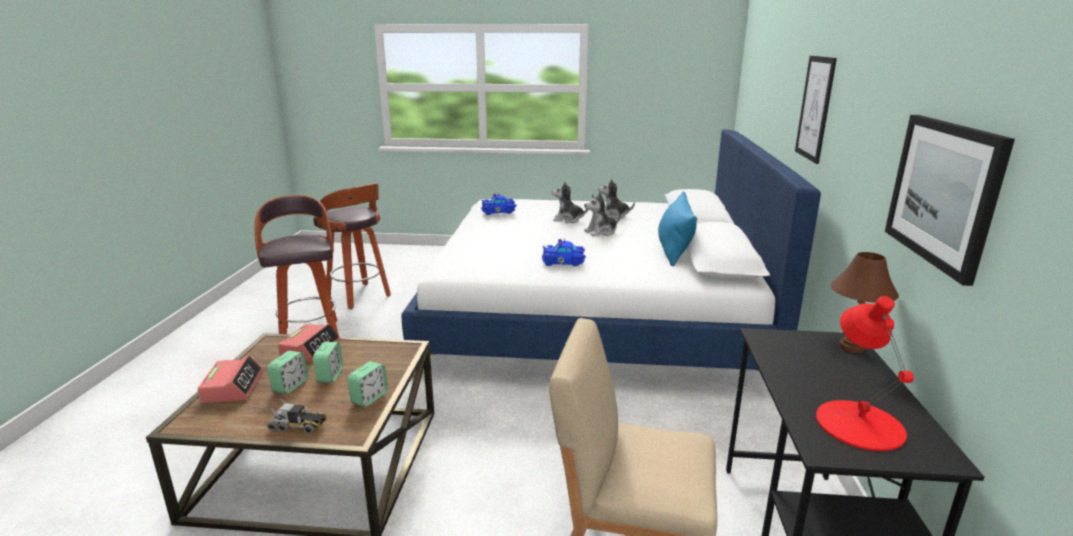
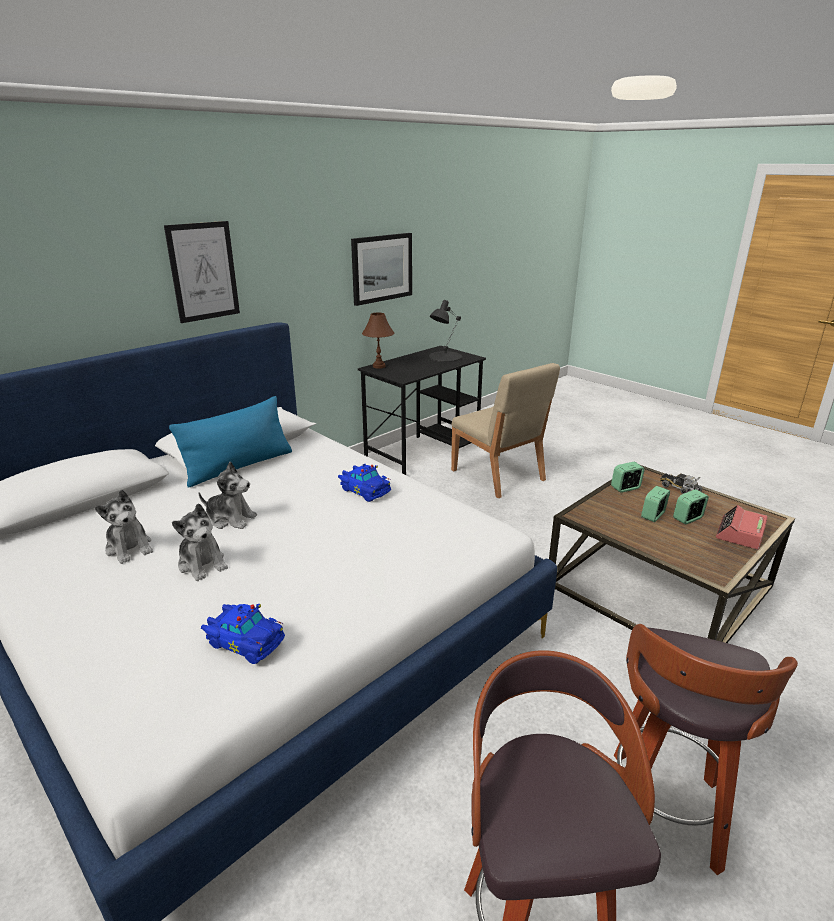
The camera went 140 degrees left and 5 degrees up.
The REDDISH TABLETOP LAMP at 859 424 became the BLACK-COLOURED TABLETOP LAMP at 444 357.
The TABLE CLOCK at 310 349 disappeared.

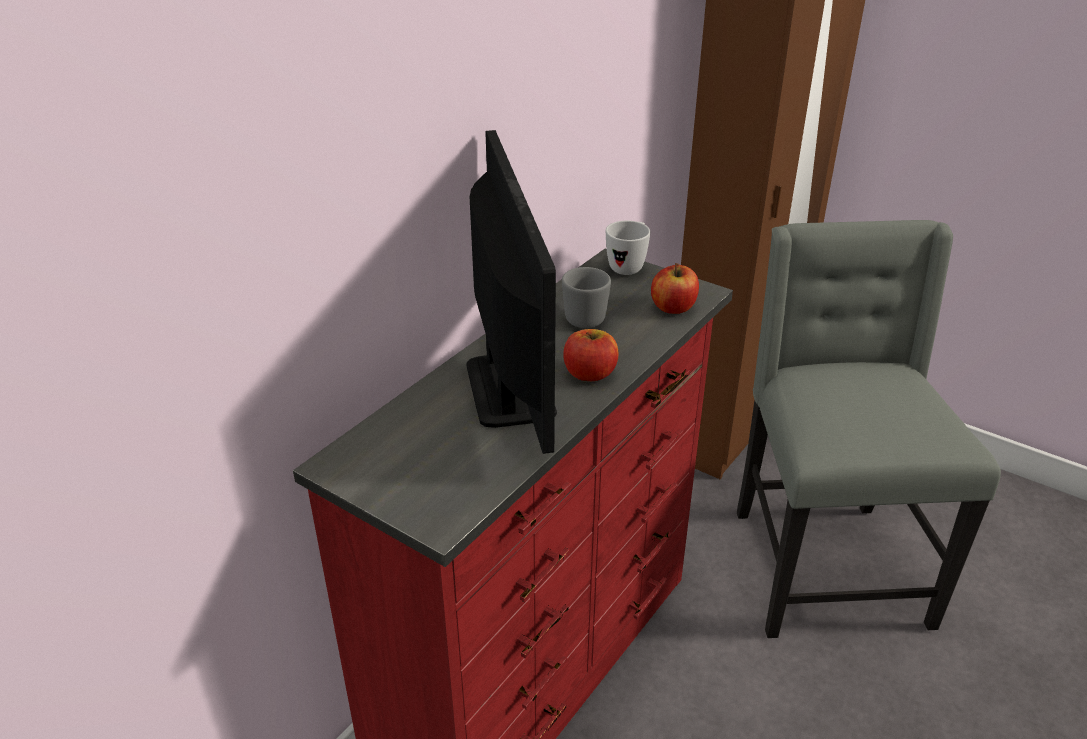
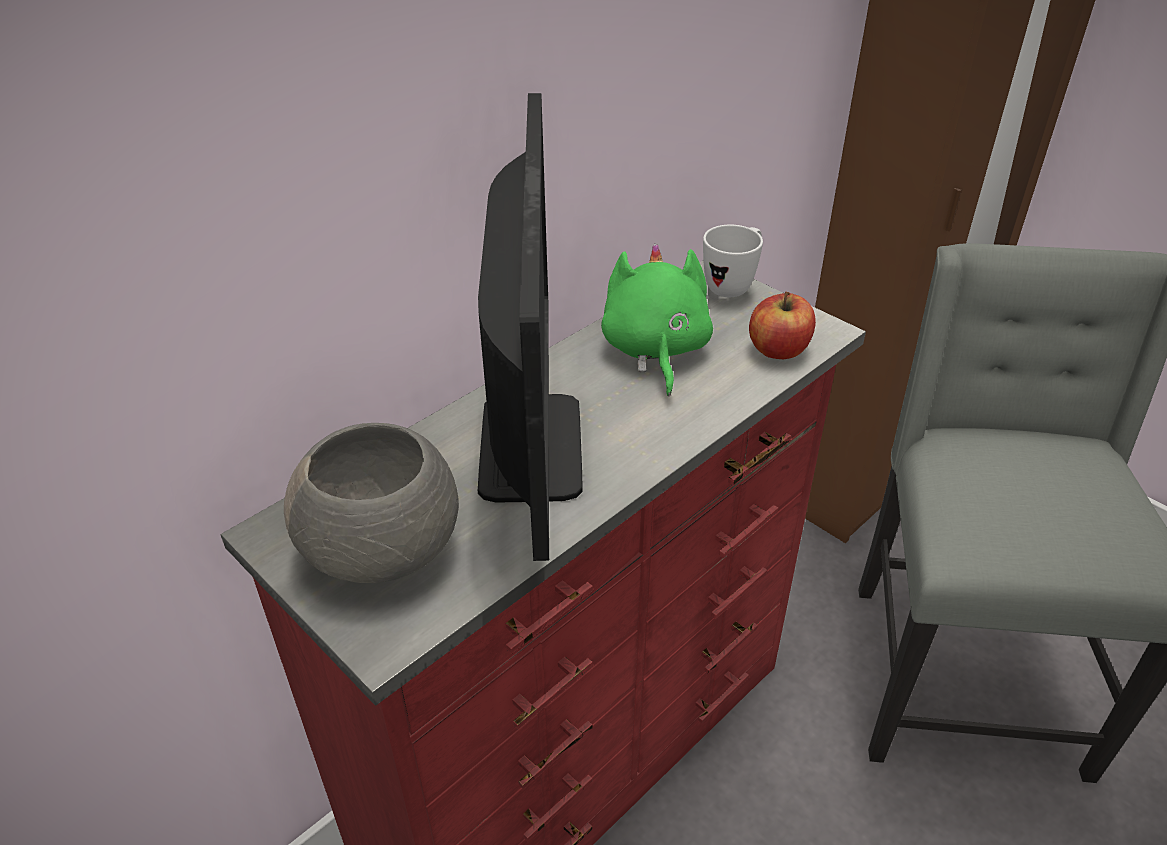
The camera went 10 degrees right and 5 degrees up.
The GRAY SERVING BOWL at 384 548 appeared.
The GRAY MUG at 583 316 was replaced by the GREEN PLUSH TOY at 655 350.
The WHOLE APPLE at 590 373 disappeared.

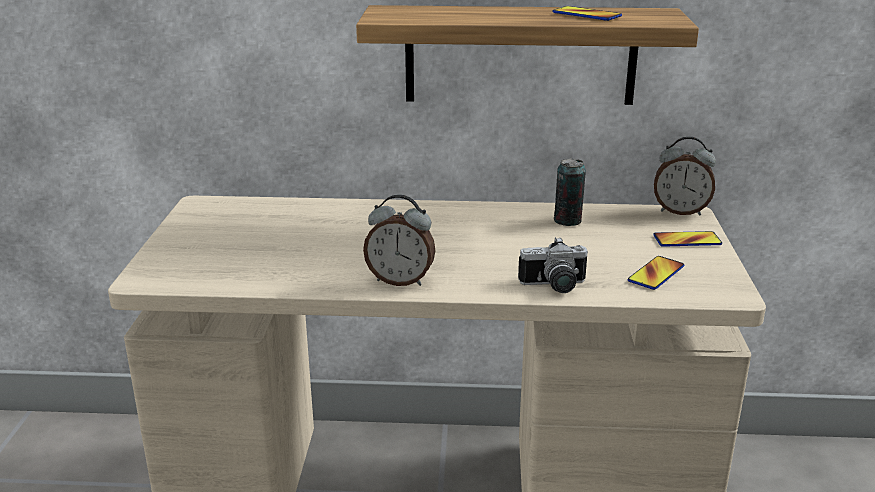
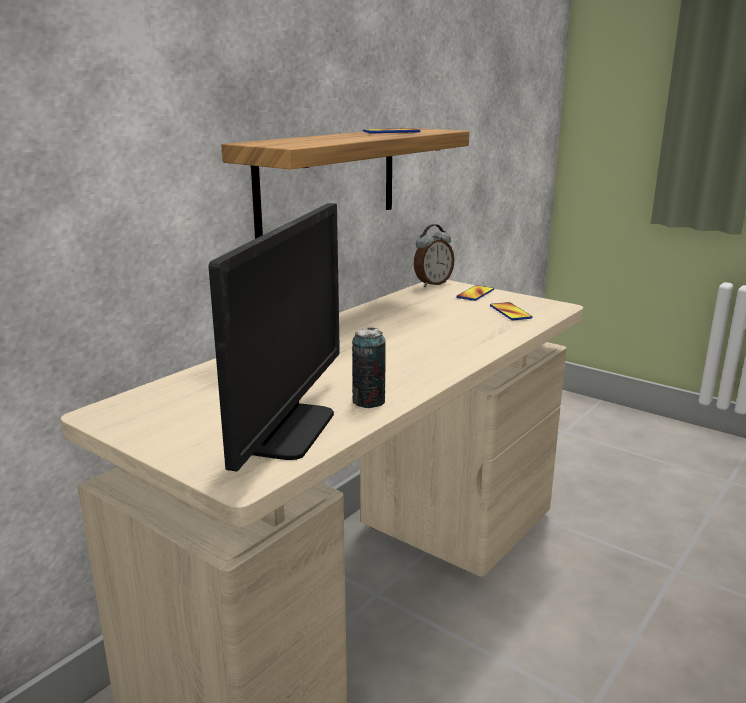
The camera went 55 degrees left and 5 degrees down.
The MONITOR at 285 430 appeared.
The CAN moved from 567 221 to 368 402.
The TABLE CLOCK at 400 280 disappeared.
The PHOTO CAMERA at 554 287 disappeared.

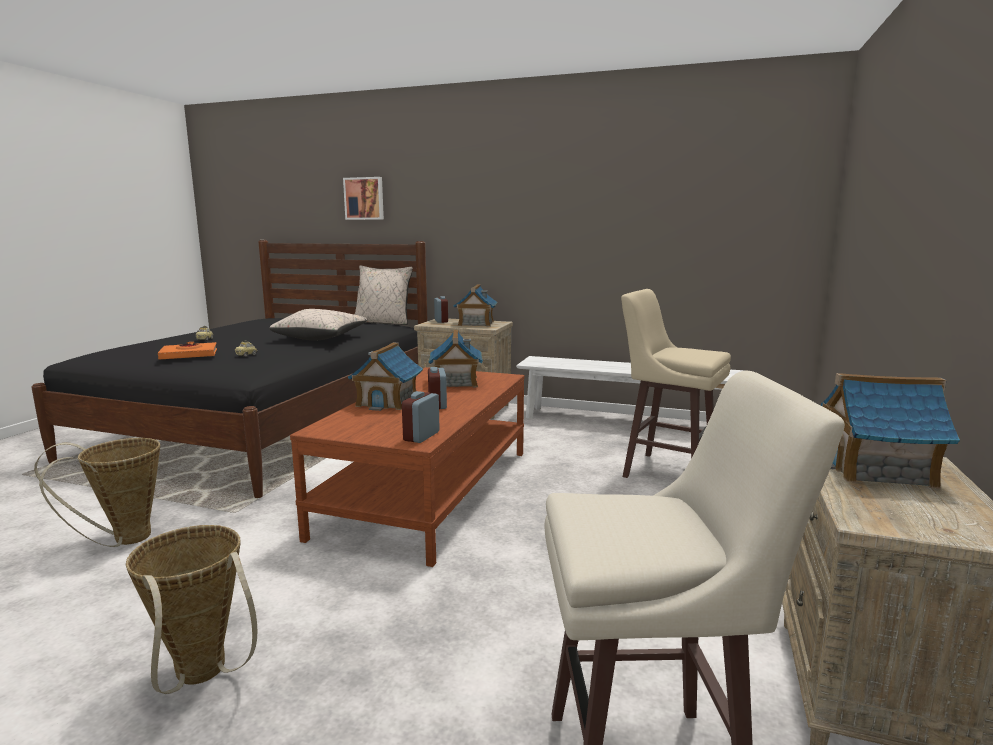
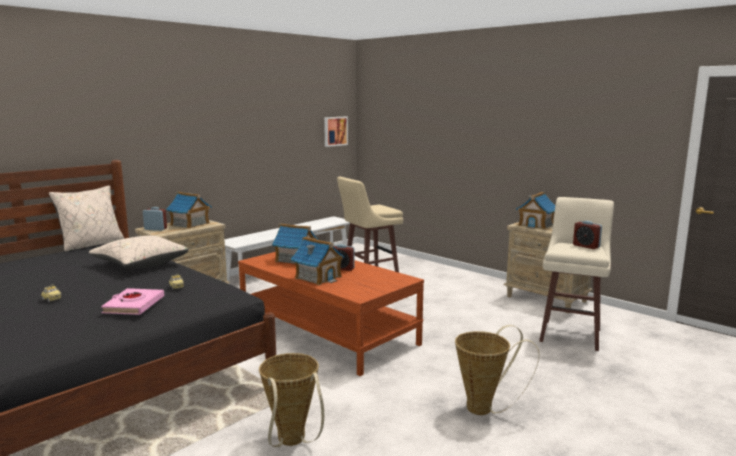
The camera went 65 degrees left and 0 degrees up.
The ORANGEY BOUND BOOK at 189 355 became the PINKISH BOUND BOOK at 133 305.
The WALL PICTURE moved from 364 198 to 335 131.
The TABLE CLOCK moved from 421 436 to 586 246.

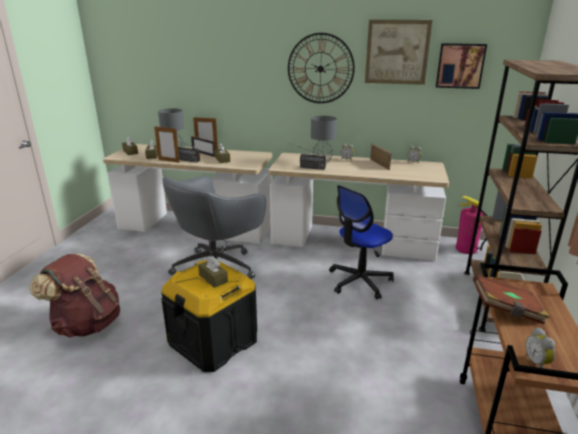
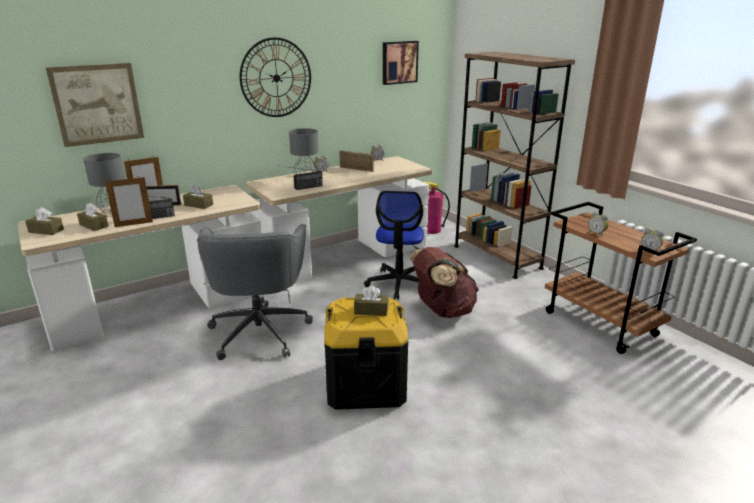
The camera went 45 degrees left and 0 degrees up.
The WALL PICTURE moved from 397 52 to 97 104.
The BROWNISH KNAPSACK moved from 87 324 to 442 311.
The BROWNISH BOUND BOOK at 506 310 was replaced by the TABLE CLOCK at 597 234.

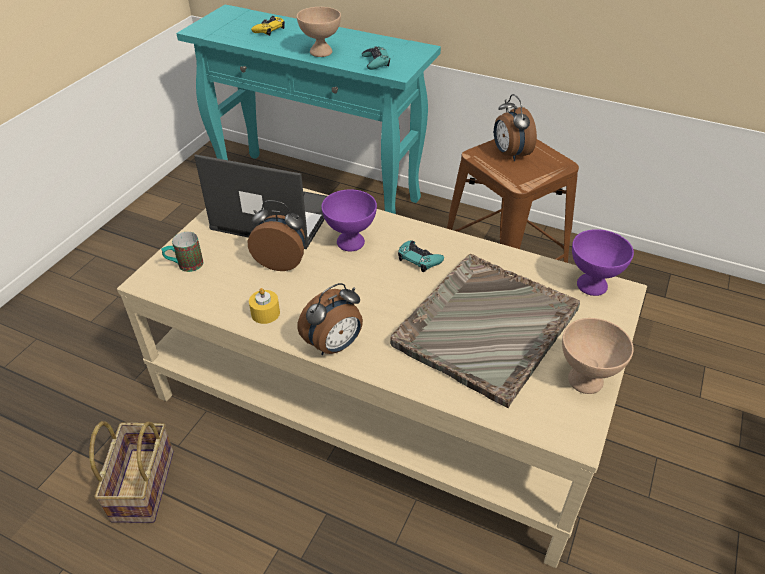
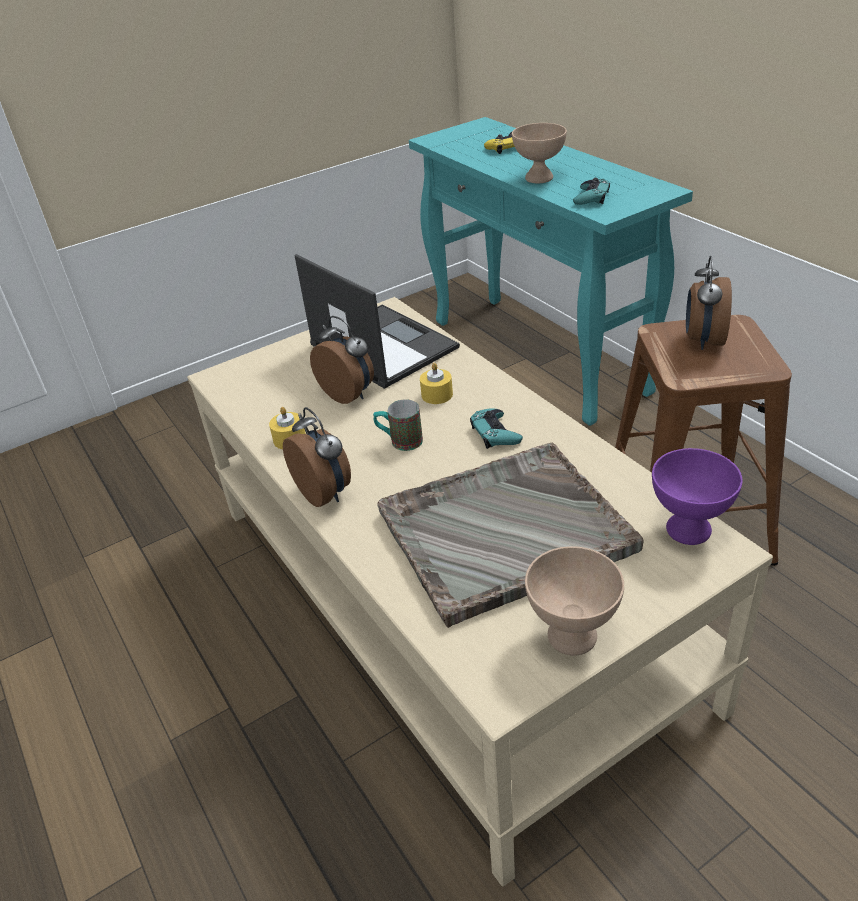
The camera went 35 degrees right and 5 degrees down.
The TABLE CLOCK at 334 346 turned 120 degrees counterclockwise.
The MUG moved from 185 265 to 399 441.
The PURPLE SERVING BOWL at 351 242 was replaced by the YELLOW CANDLE at 437 395.
The STORAGE BASKET at 142 483 disappeared.

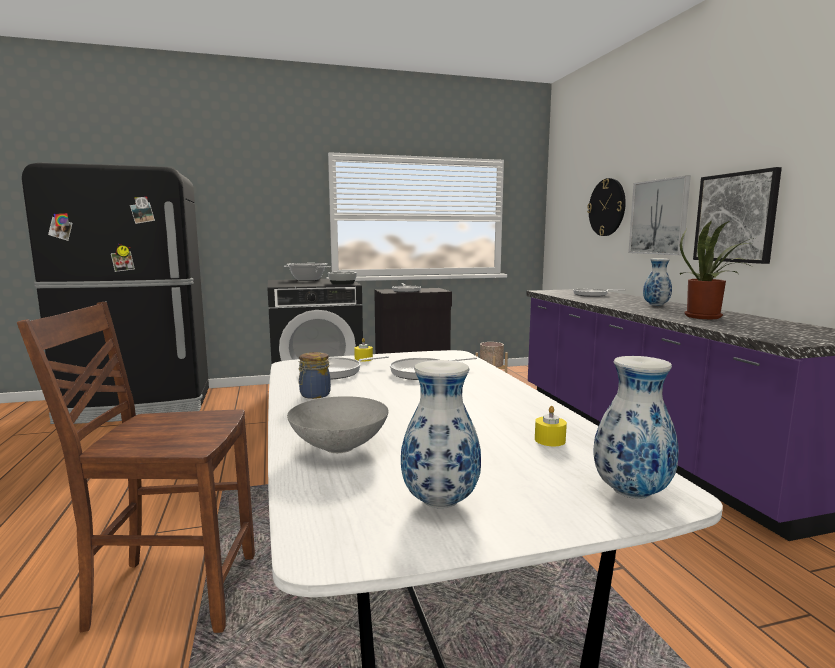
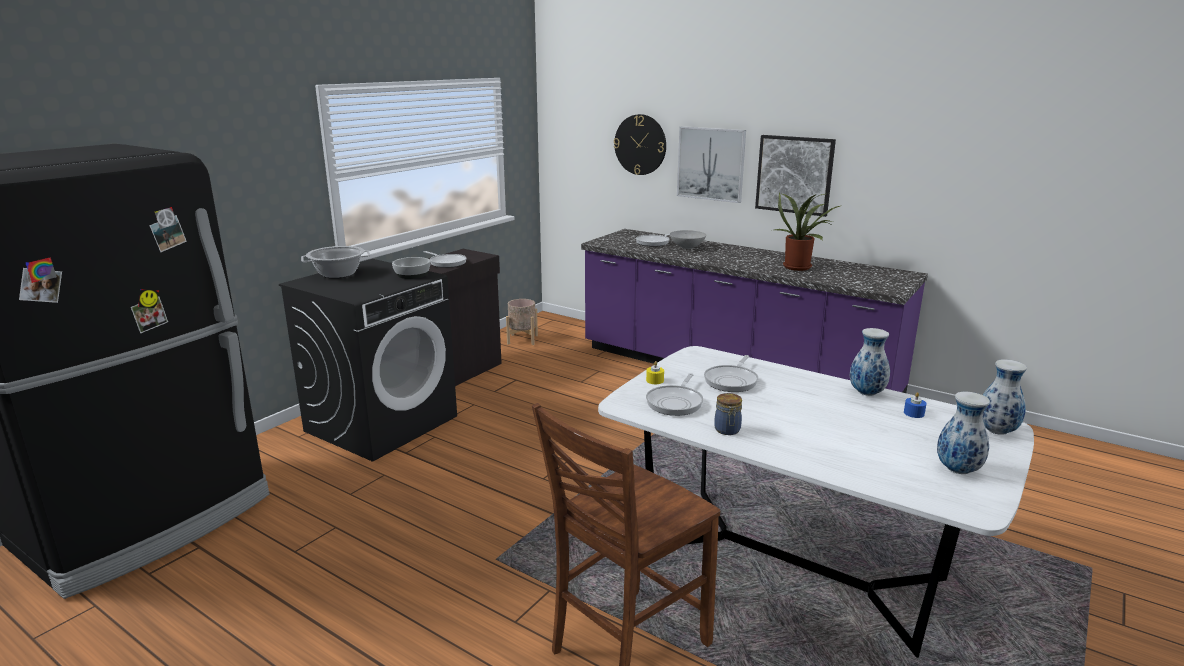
The camera went 40 degrees left and 10 degrees up.
The GRAY SERVING BOWL moved from 338 447 to 686 247.
The DECORATIVE VASE moved from 655 305 to 866 393.
The YELLOW CANDLE at 550 440 became the BLUE-COLOURED CANDLE at 914 413.

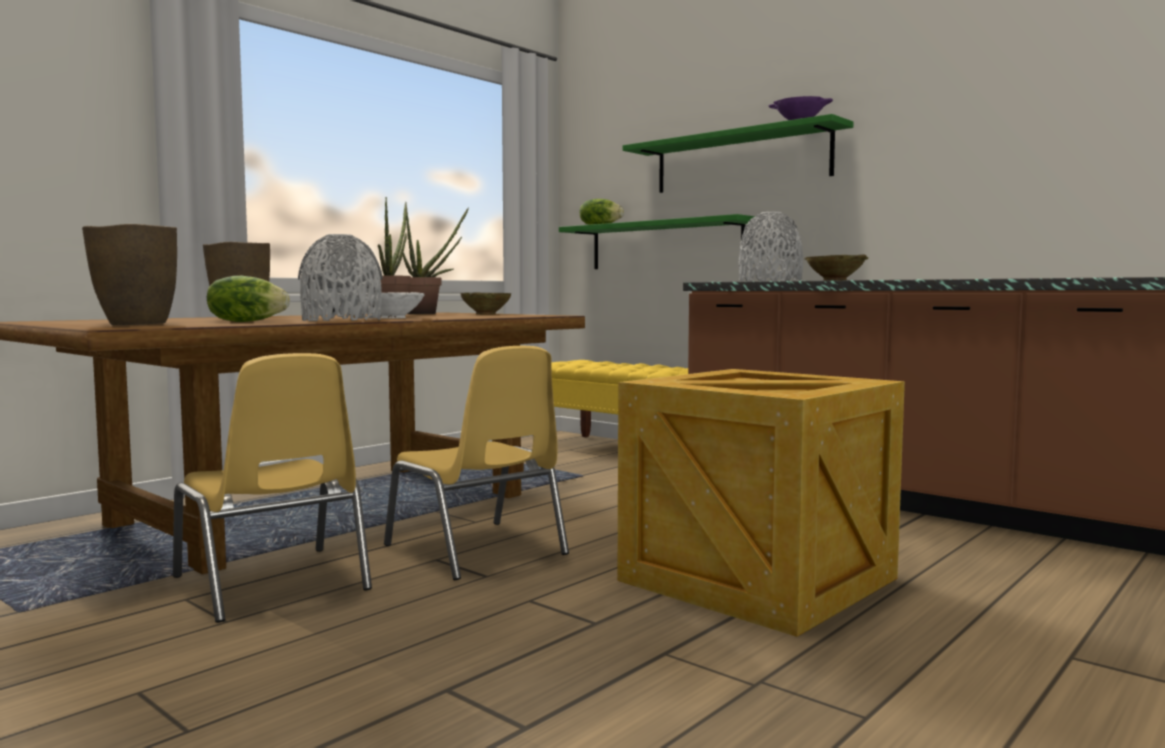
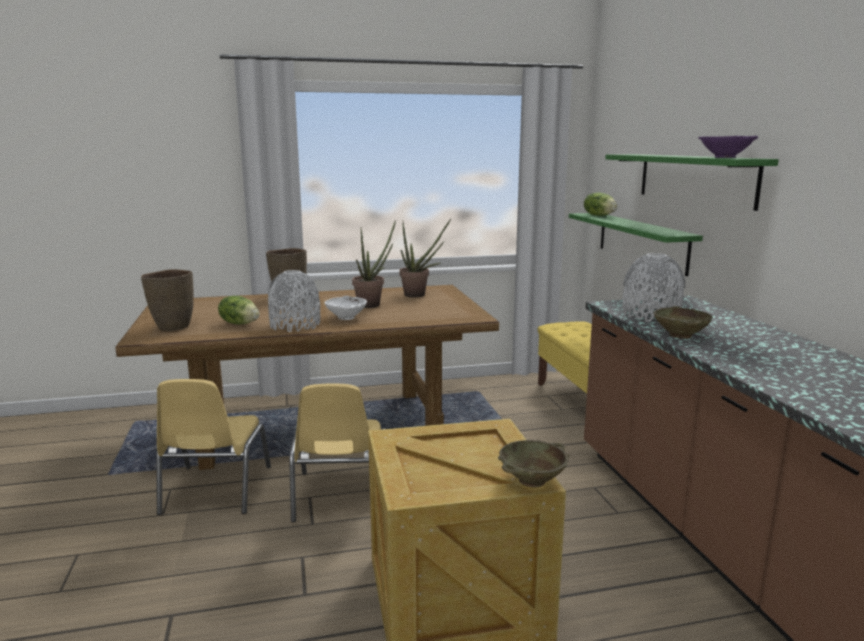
The camera went 35 degrees right and 10 degrees up.
The BEIGE-COLOURED SERVING BOWL moved from 486 314 to 532 480.

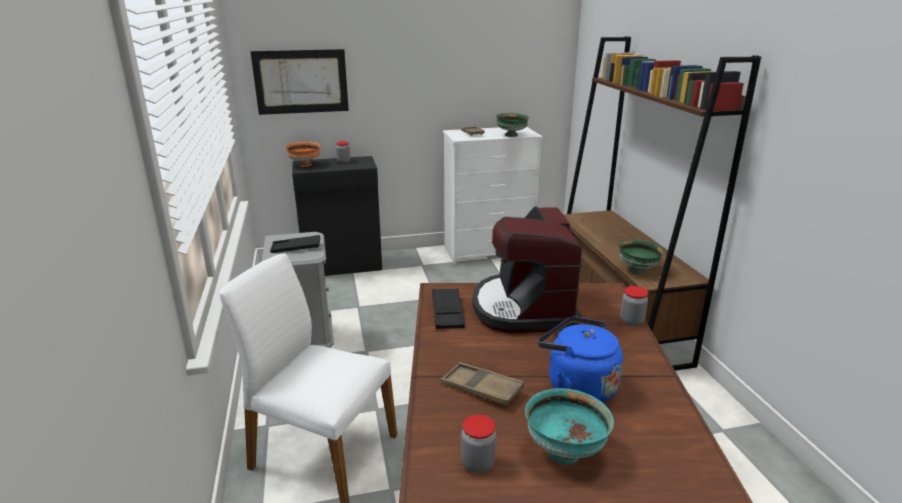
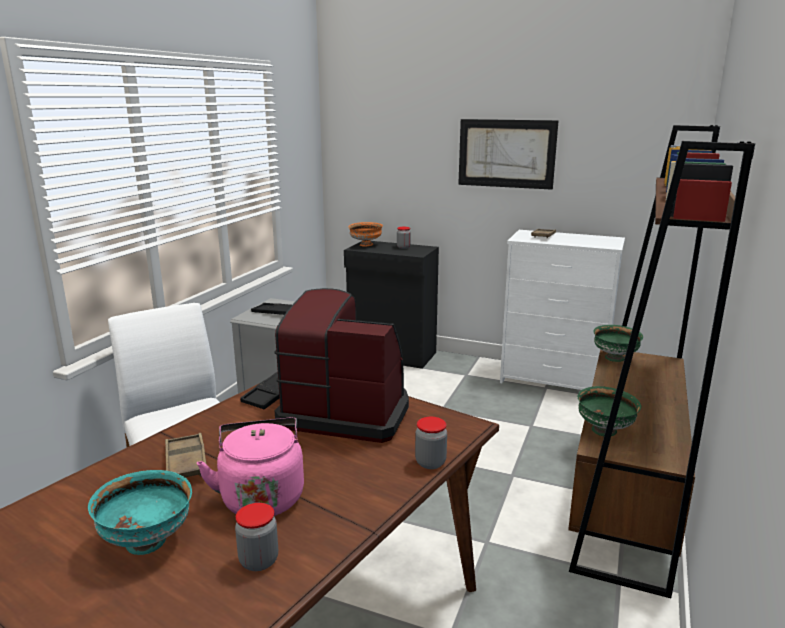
The camera went 35 degrees right and 5 degrees down.
The BLUE-COLOURED KETTLE at 577 386 became the PINKISH KETTLE at 262 496.
The STORAGE JAR moved from 478 463 to 259 561.
The COFFEE MAKER at 524 308 turned 75 degrees clockwise.
The WALL PICTURE moved from 301 81 to 506 153.
The GREEN SERVING BOWL moved from 511 135 to 615 358.

